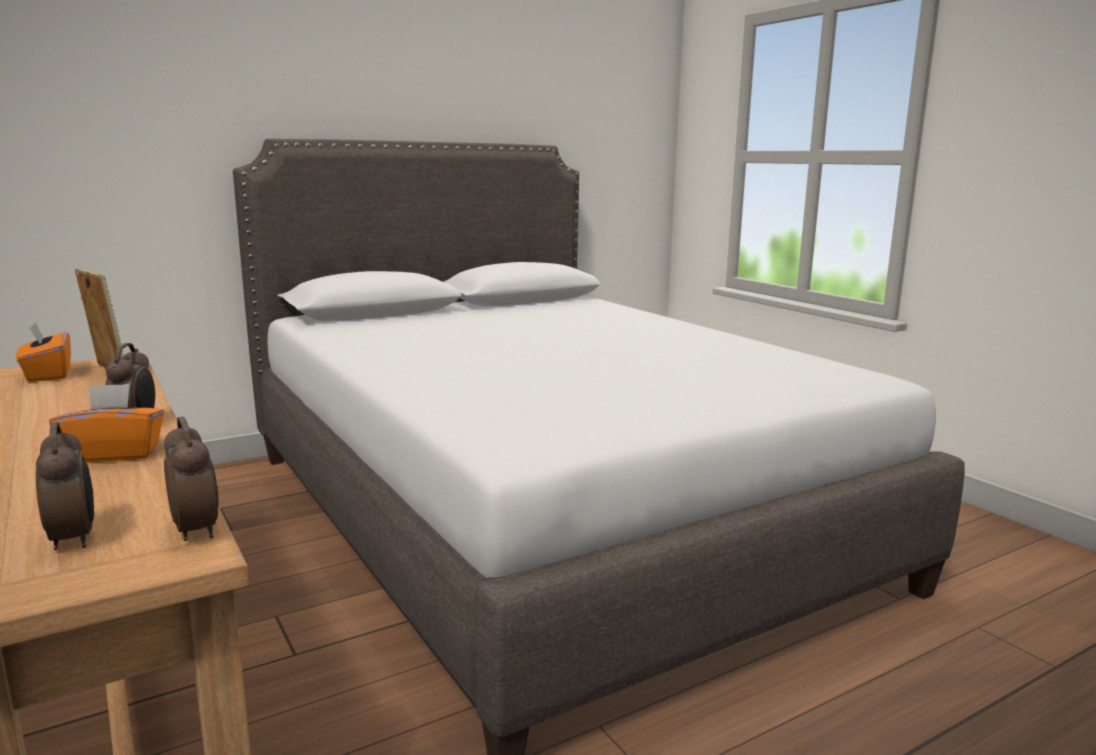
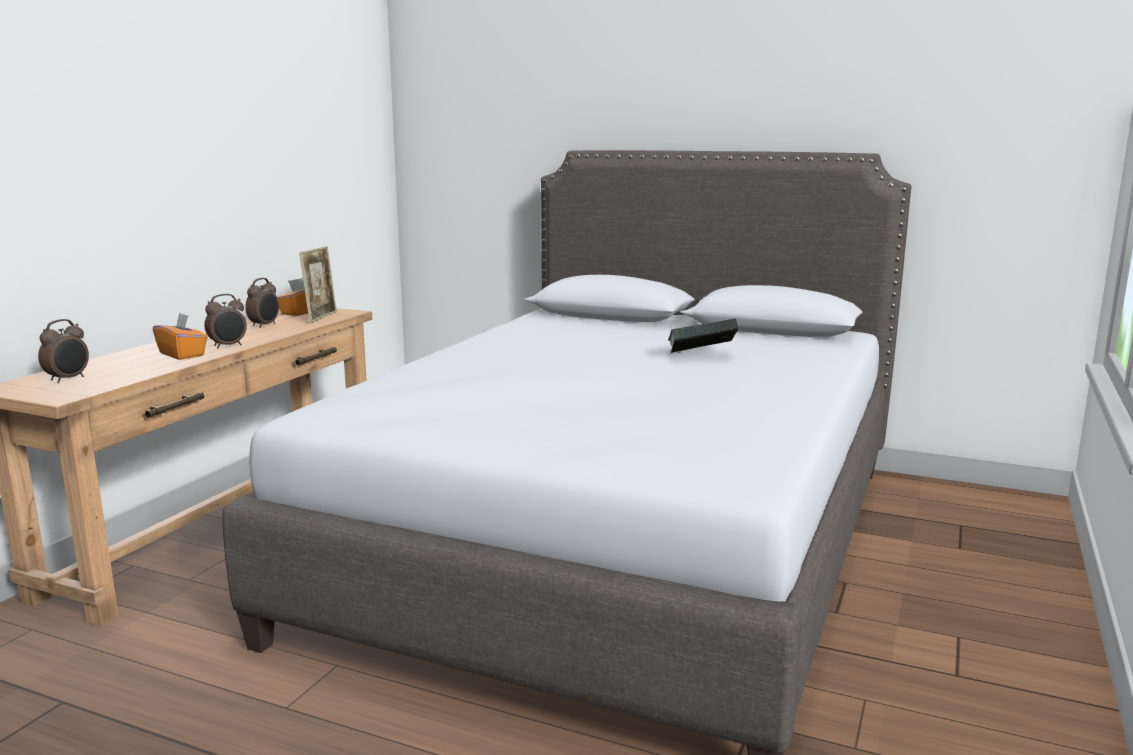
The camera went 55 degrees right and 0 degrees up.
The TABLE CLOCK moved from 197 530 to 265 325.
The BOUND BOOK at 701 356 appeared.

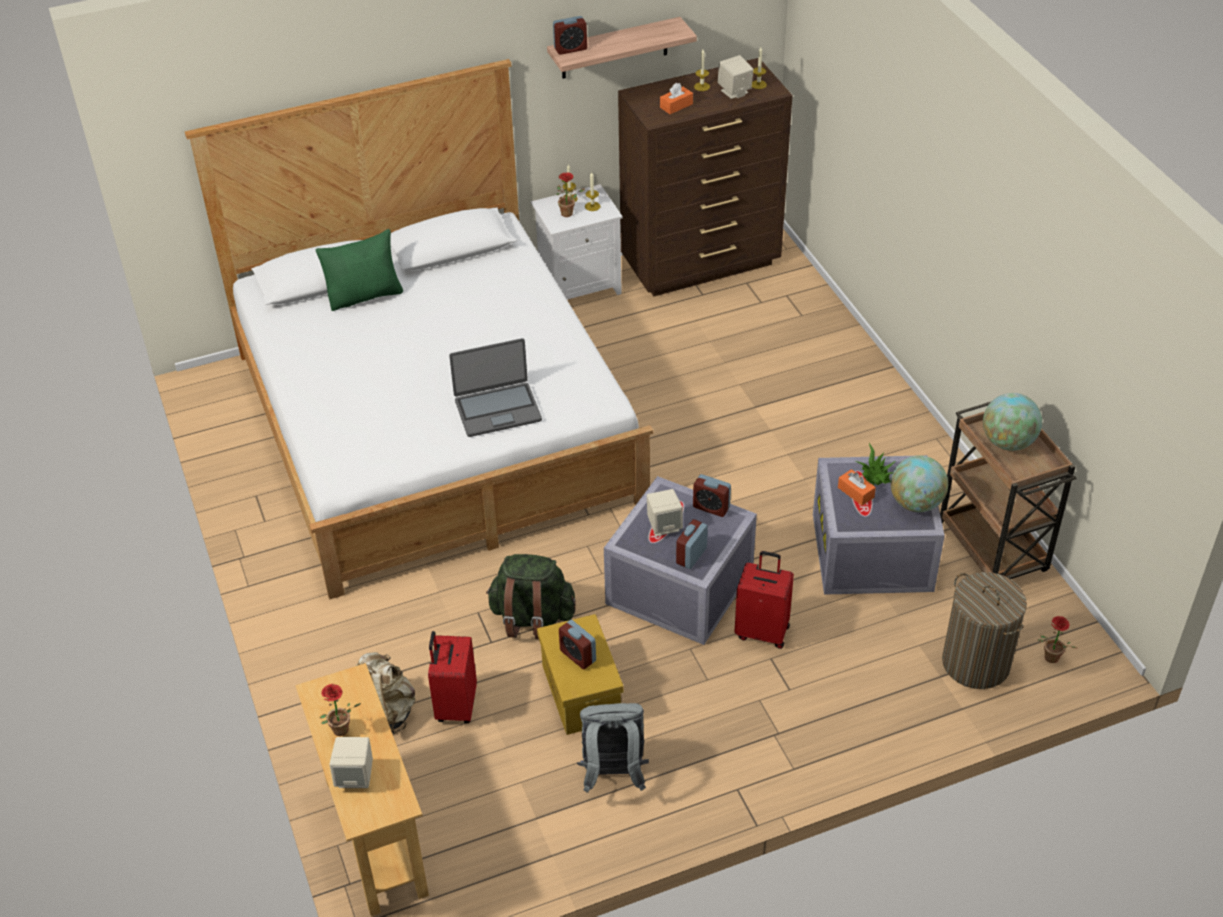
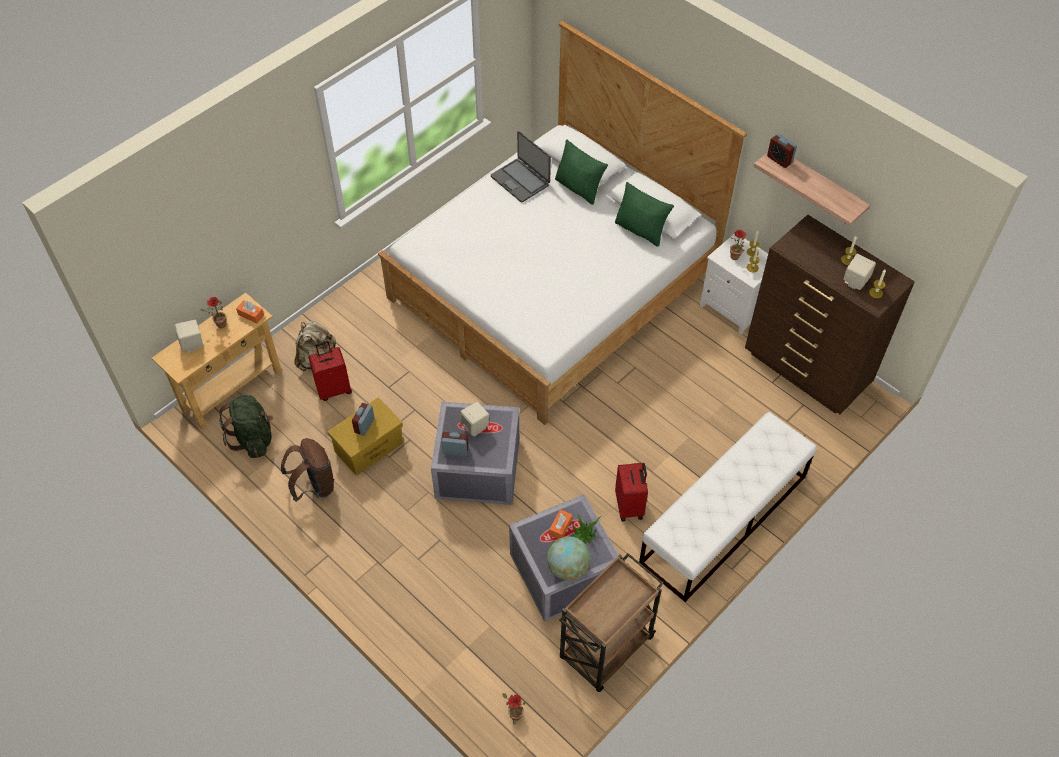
The camera went 65 degrees right and 10 degrees up.
The GREEN KNAPSACK moved from 532 617 to 253 438.
The ORANGEY TISSUE HOLDER moved from 676 106 to 251 315.
The GRAY KNAPSACK at 613 775 became the BROWNISH KNAPSACK at 314 486.
The PORTABLE COMPUTER moved from 497 410 to 520 180.
The GREEN CUSHION at 641 230 appeared.
The REDDISH PIECE OF LUGGAGE moved from 762 631 to 630 506.
The WHITISH BENCH at 723 520 appeared.
The TABLE CLOCK at 711 507 disappeared.
The HAMPER at 975 663 disappeared.
The DESK GLOBE at 1008 442 disappeared.

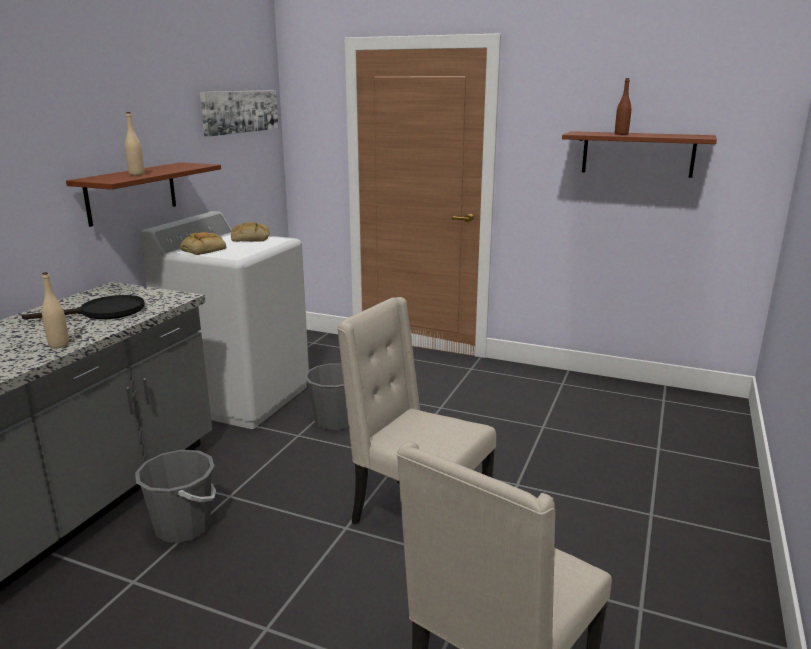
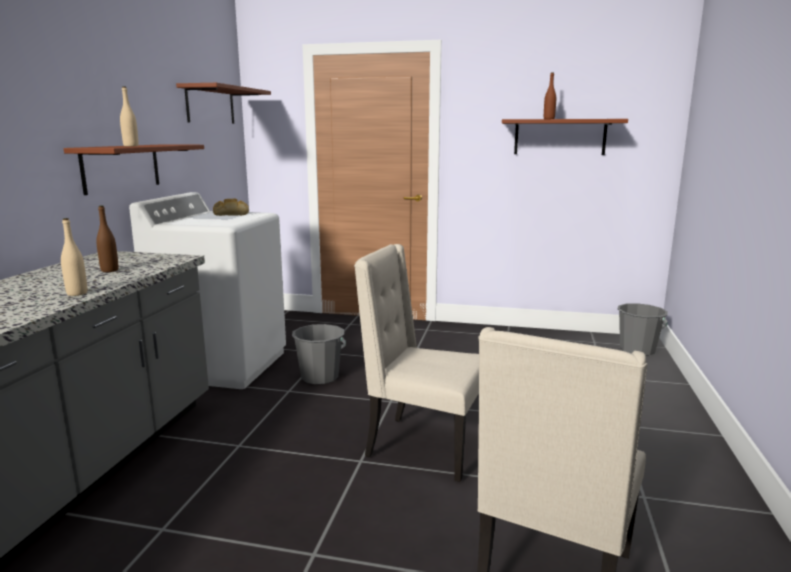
The camera went 10 degrees left and 5 degrees down.
The BLACK-COLOURED PAN at 103 313 was replaced by the BROWNISH DRINK BOTTLE at 109 270.
The WALL PICTURE at 239 111 was replaced by the BROWNISH WALL SHELF at 210 105.
The GRAY BUCKET moved from 183 527 to 637 350.
The BAKERY BREAD at 203 250 disappeared.

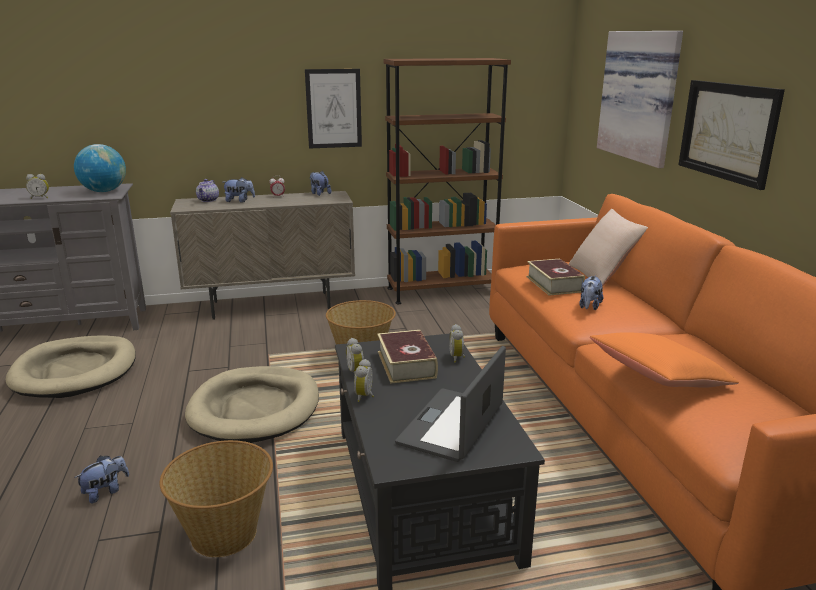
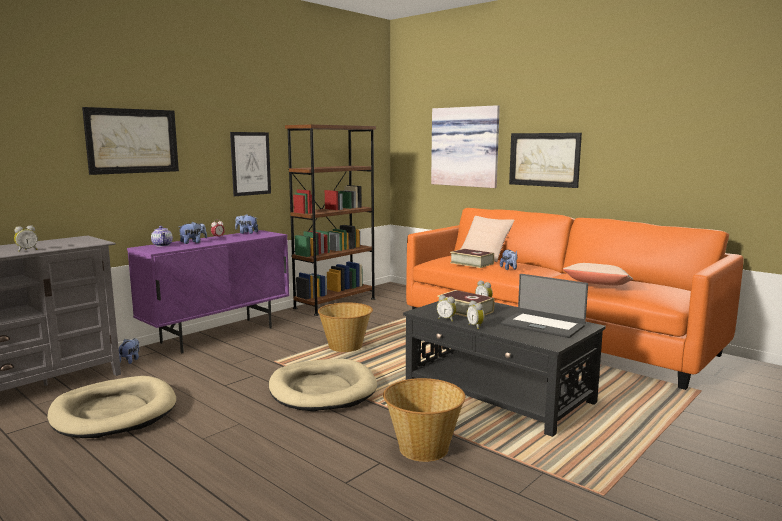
The camera went 35 degrees left and 10 degrees down.
The WALL PICTURE at 132 141 appeared.
The PLUSH TOY moved from 105 491 to 130 360.
The BEIGE-COLOURED CUPBOARD at 272 305 became the PURPLE CUPBOARD at 218 335.
The PORTABLE COMPUTER at 453 425 turned 45 degrees counterclockwise.
The ORANGEY CUSHION at 659 378 became the BEIGE-COLOURED CUSHION at 597 286.
The DESK GLOBE at 104 191 disappeared.

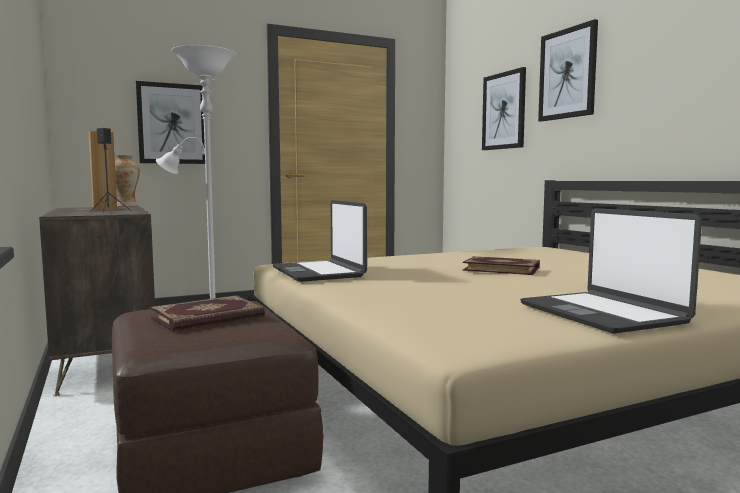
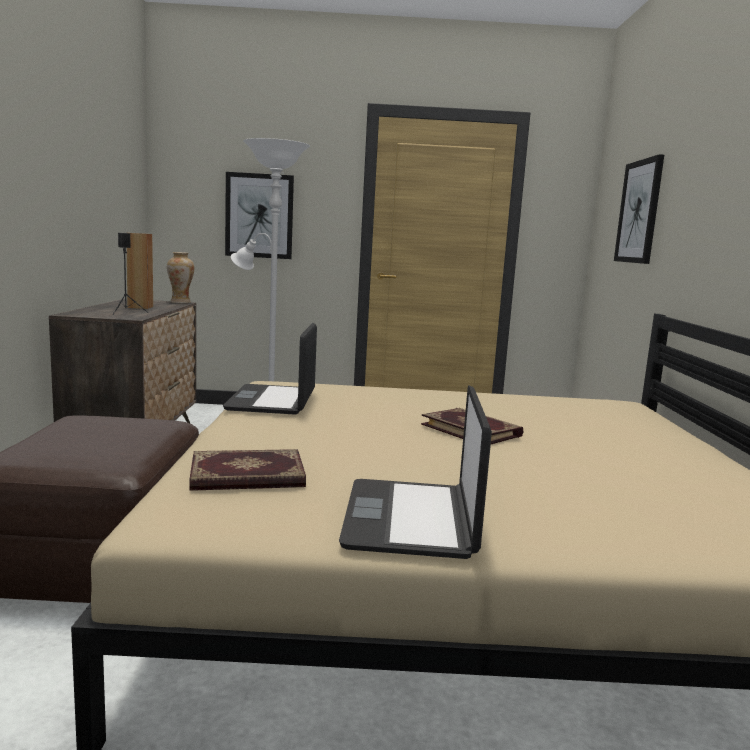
The camera went 25 degrees right and 5 degrees up.
The BOUND BOOK moved from 208 318 to 247 476.
The WALL PICTURE at 567 74 disappeared.

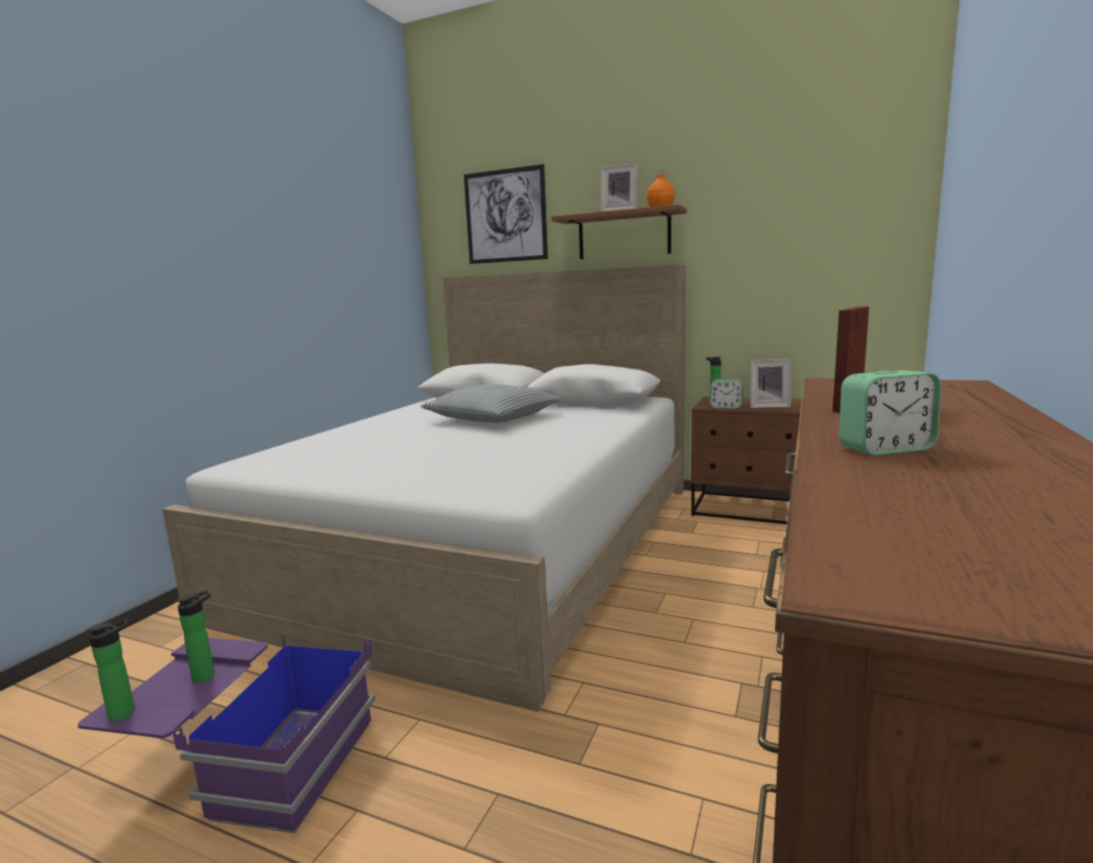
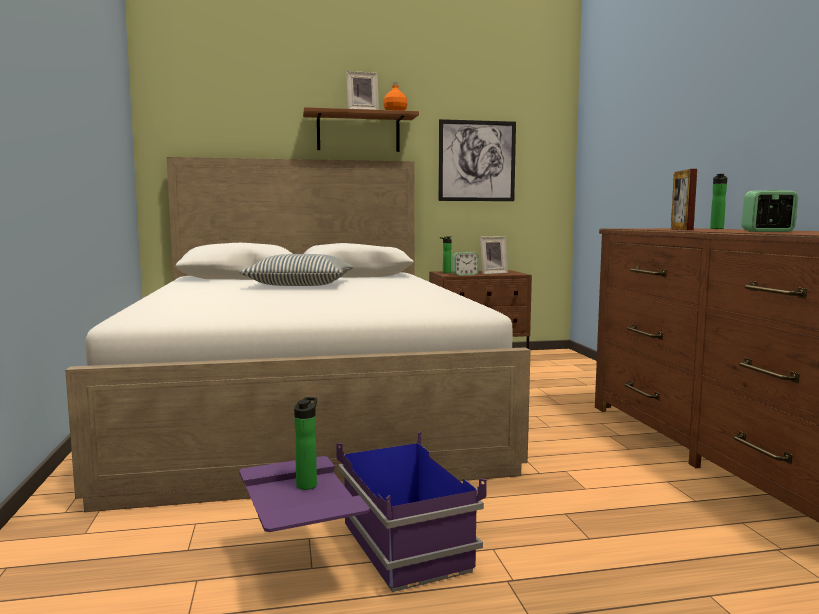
The camera went 35 degrees left and 5 degrees down.
The WALL PICTURE moved from 505 216 to 477 161.
The DRINK BOTTLE moved from 126 712 to 716 228.
The TABLE CLOCK at 885 449 turned 135 degrees counterclockwise.

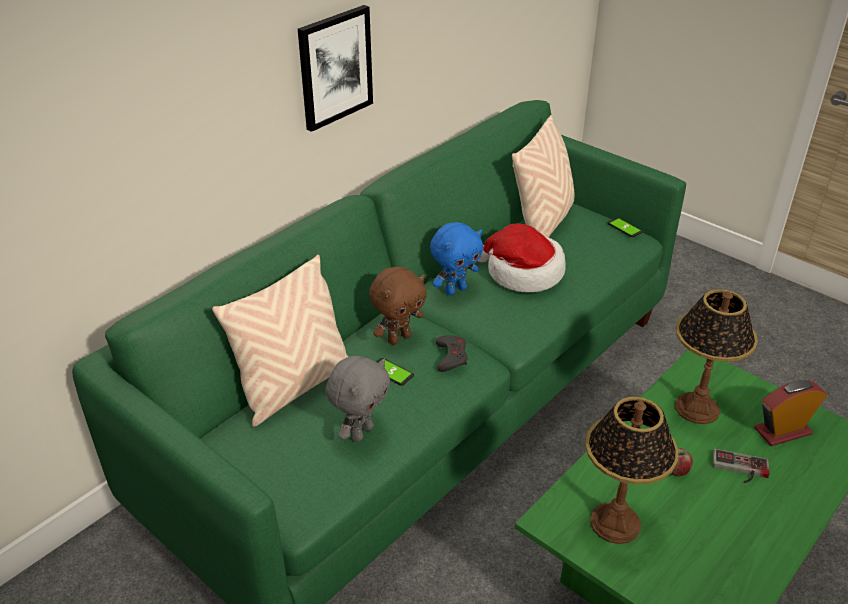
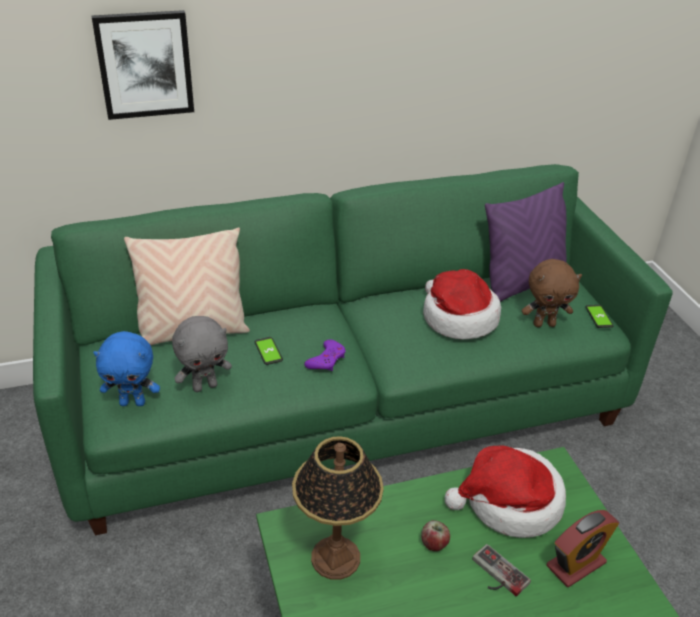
The camera went 30 degrees right and 0 degrees up.
The WALL PICTURE moved from 335 67 to 145 64.
The BLUE-COLOURED PLUSH TOY moved from 455 290 to 133 402.
The GRAY JOYPAD at 451 356 became the PURPLE JOYPAD at 326 359.
The TABLETOP LAMP at 696 408 was replaced by the WEARABLE HAT at 509 502.
The BEIGE-COLOURED CUSHION at 543 223 became the PURPLE CUSHION at 521 284.
The BROWNISH PLUSH TOY moved from 399 338 to 544 324.
The TABLE CLOCK at 782 431 turned 135 degrees clockwise.

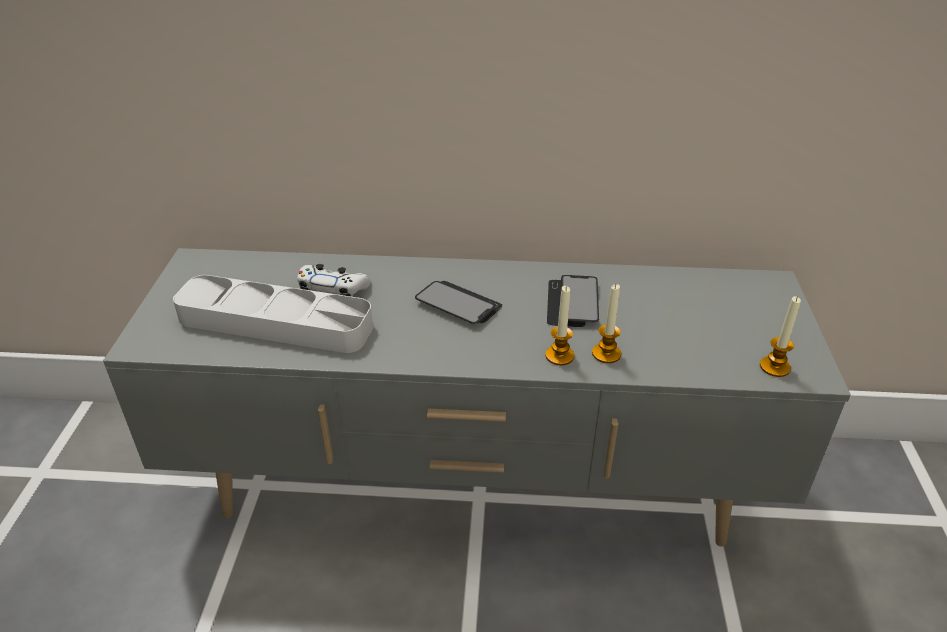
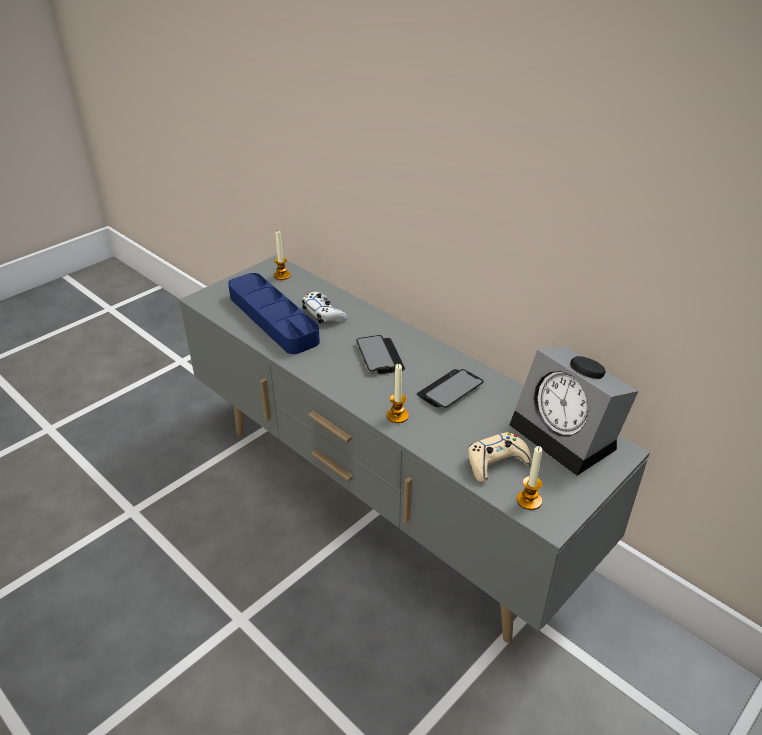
The camera went 40 degrees right and 0 degrees up.
The GRAY CARRYING TRAY at 275 322 became the BLUE-COLOURED CARRYING TRAY at 273 318.
The CANDLE moved from 606 354 to 282 275.
The BEIGE-COLOURED JOYPAD at 496 462 appeared.
The TABLE CLOCK at 568 436 appeared.

